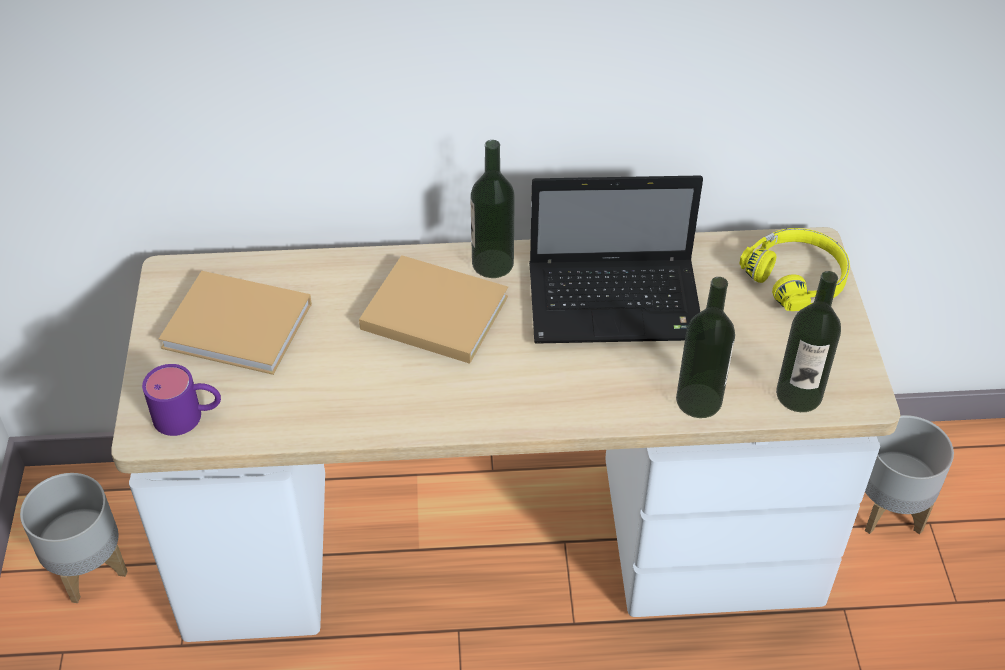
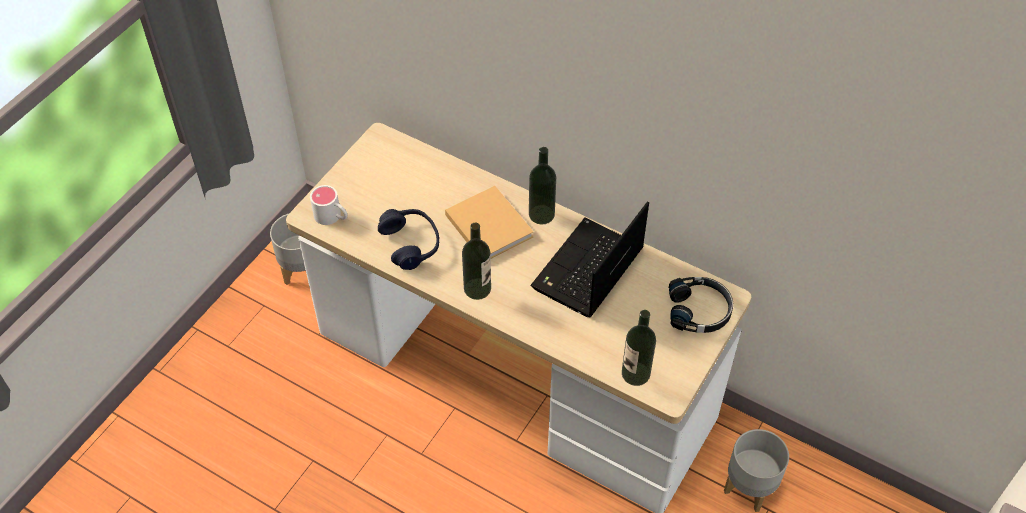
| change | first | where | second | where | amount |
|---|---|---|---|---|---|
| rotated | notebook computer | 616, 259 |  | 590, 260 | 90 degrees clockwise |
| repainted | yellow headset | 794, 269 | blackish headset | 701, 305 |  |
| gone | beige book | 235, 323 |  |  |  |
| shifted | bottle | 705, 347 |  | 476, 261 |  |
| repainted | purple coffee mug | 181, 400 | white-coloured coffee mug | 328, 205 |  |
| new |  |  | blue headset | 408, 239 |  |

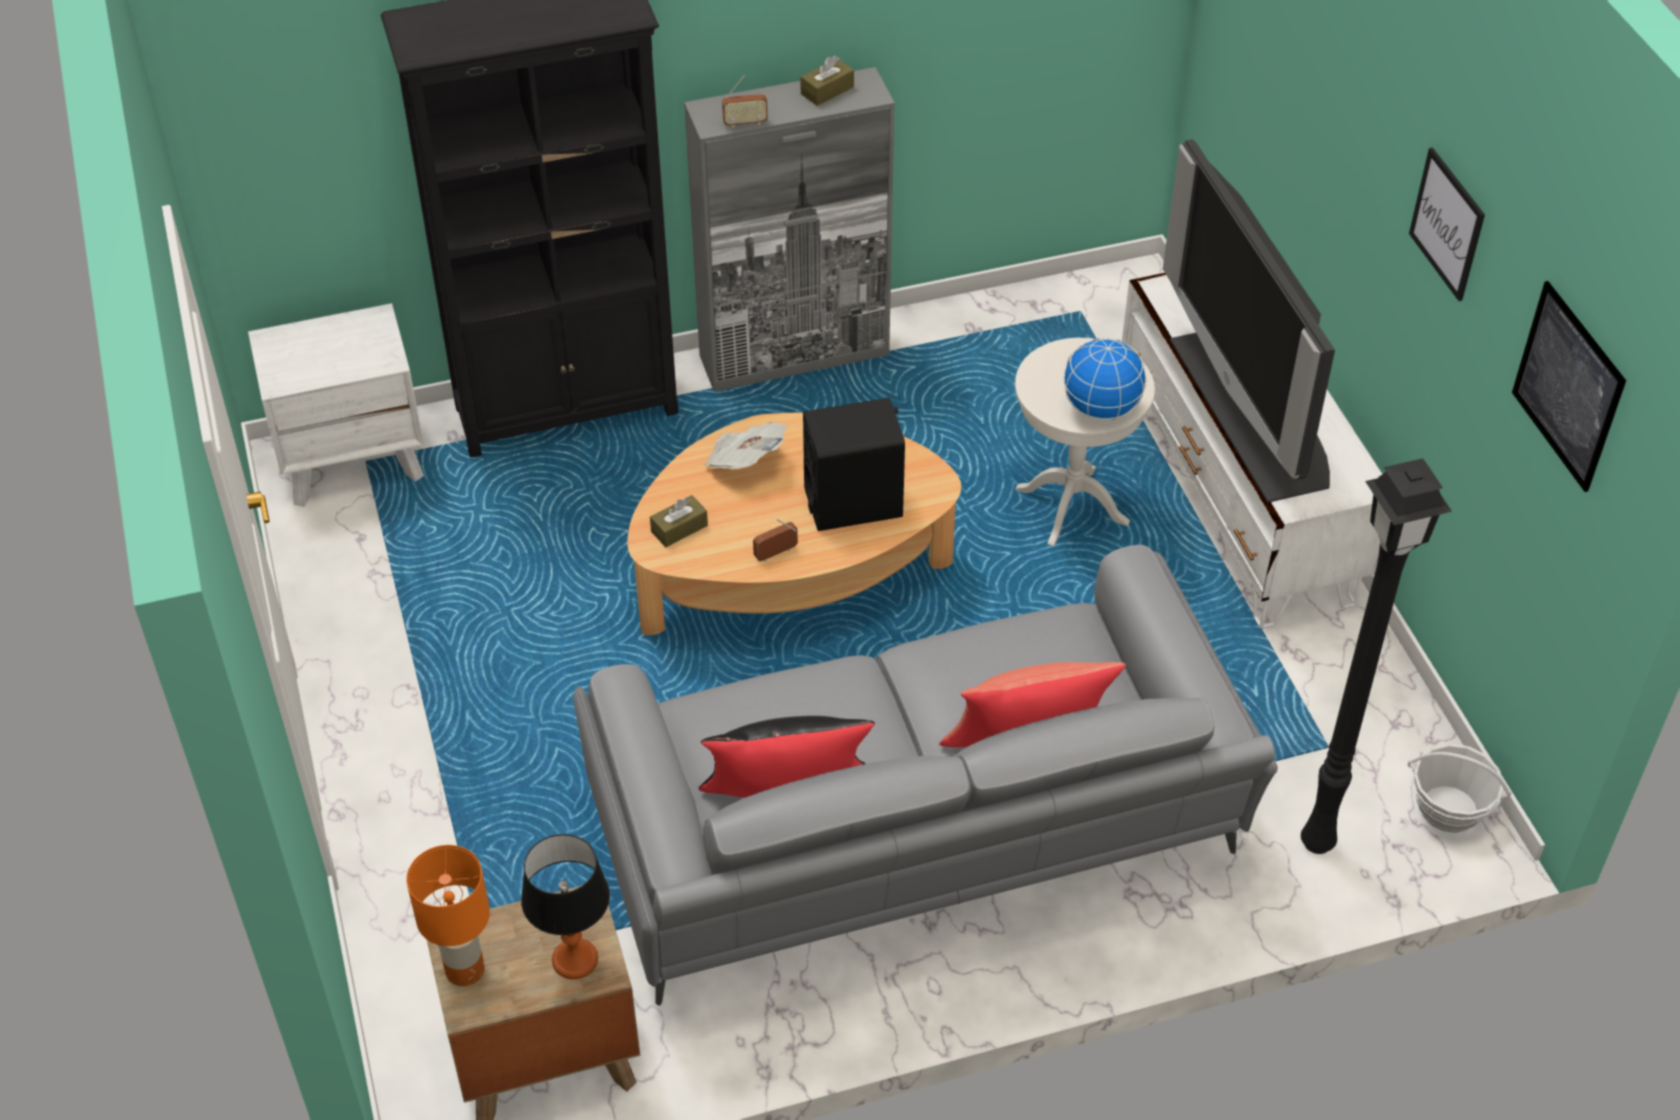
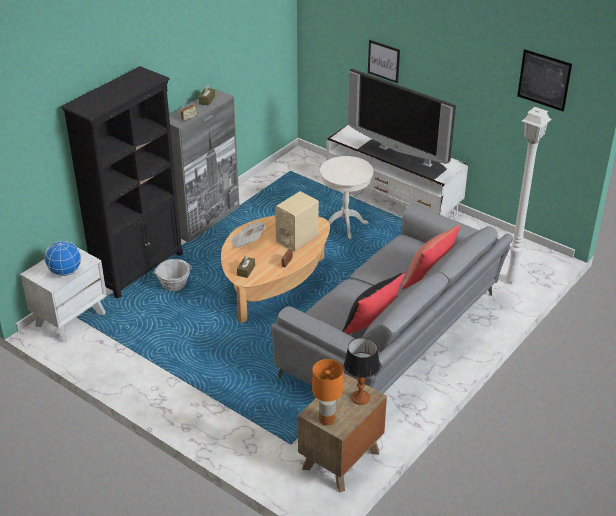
| change | first | where | second | where | amount |
|---|---|---|---|---|---|
| shifted | wall art | 1447, 224 |  | 384, 61 |  |
| shifted | world globe | 1105, 379 |  | 62, 258 |  |
| repainted | blackish speaker | 854, 464 | beige speaker | 297, 221 |  |
| repainted | blackish standing lamp | 1376, 656 | white-coloured standing lamp | 528, 196 |  |
| shifted | storage basket | 1459, 788 |  | 172, 275 |  |

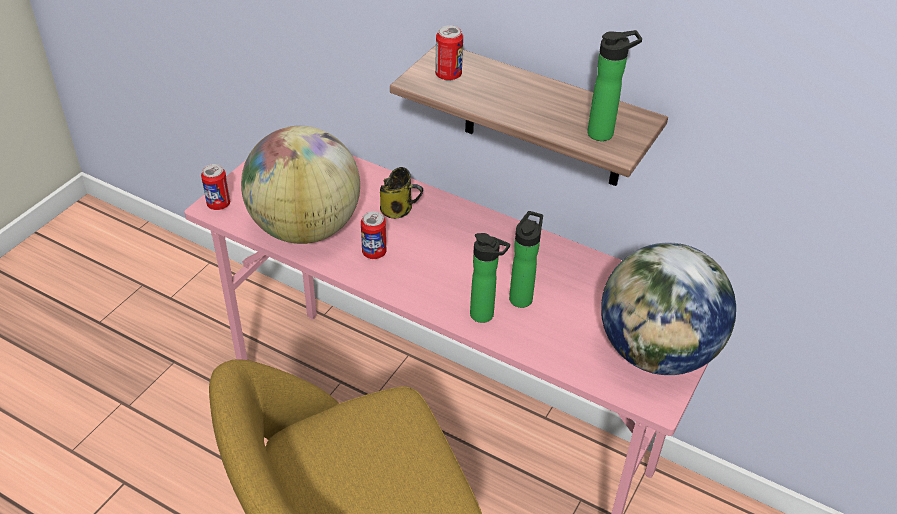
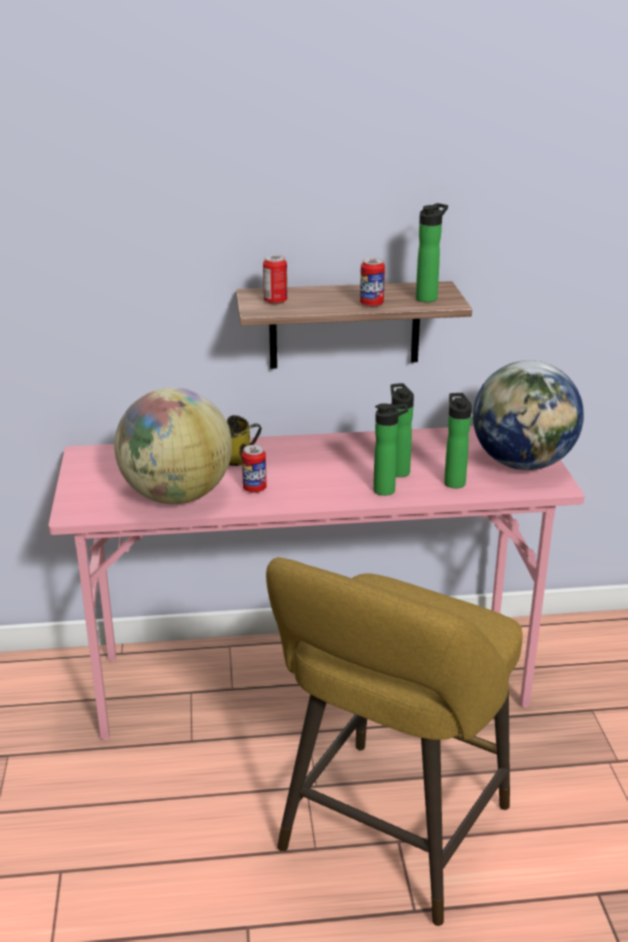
| change | first | where | second | where | amount |
|---|---|---|---|---|---|
| shifted | sealed can | 215, 187 |  | 372, 282 |  |
| new |  |  | bottle | 458, 440 |  |

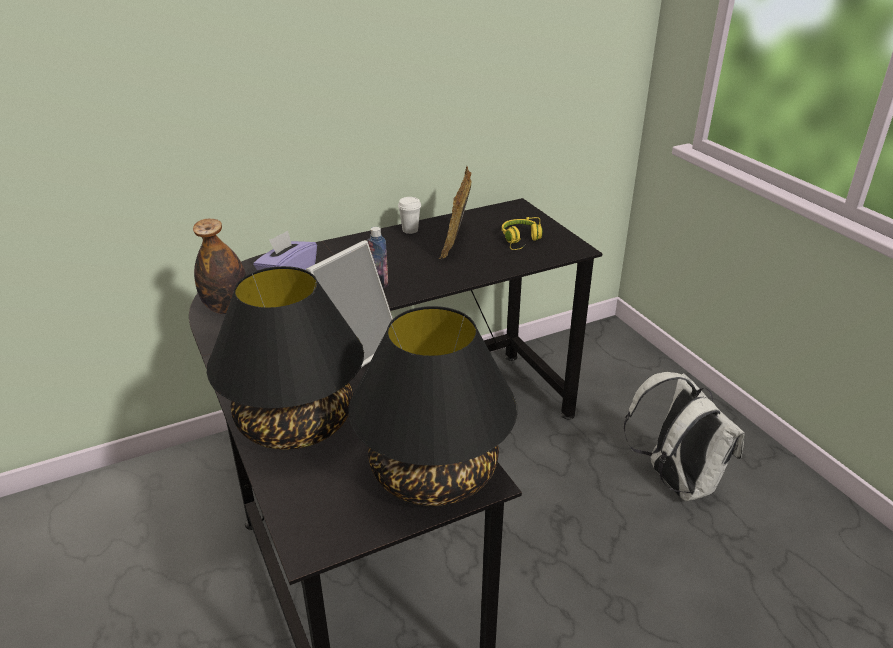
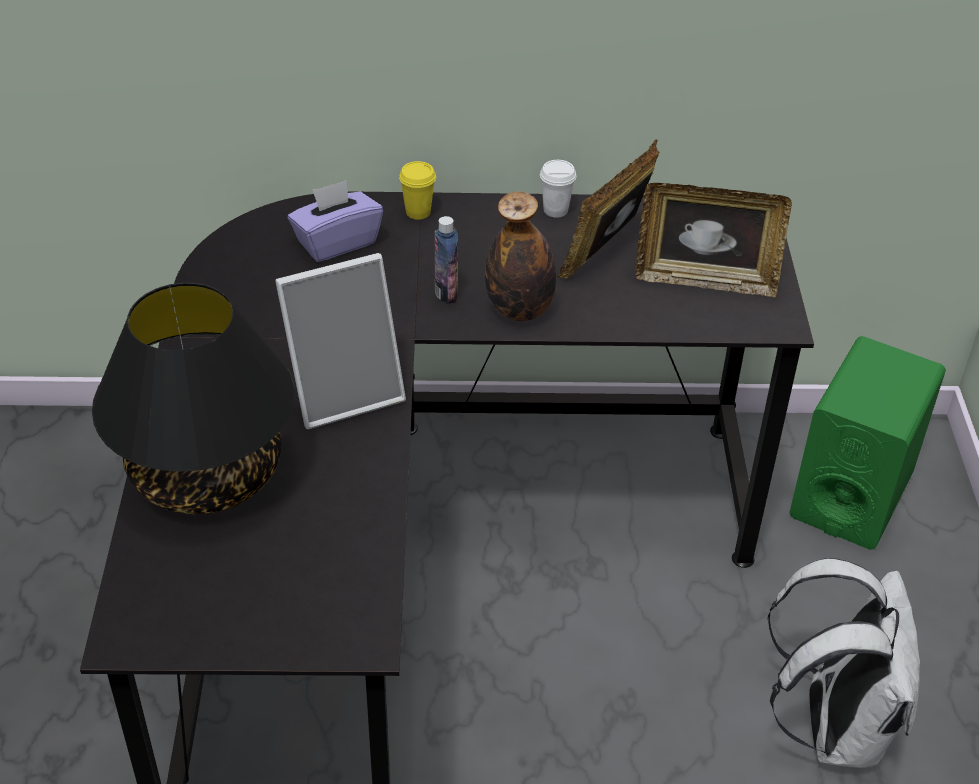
| change | first | where | second | where | amount |
|---|---|---|---|---|---|
| swapped | yellow headset | 522, 233 | standing frame | 713, 240 |  |
| shifted | bottle | 219, 266 |  | 520, 256 |  |
| gone | blackish tabletop lamp | 432, 406 |  |  |  |
| new |  |  | yellow drinking cup | 417, 190 |  |
| new |  |  | green-coloured speaker | 867, 442 |  |

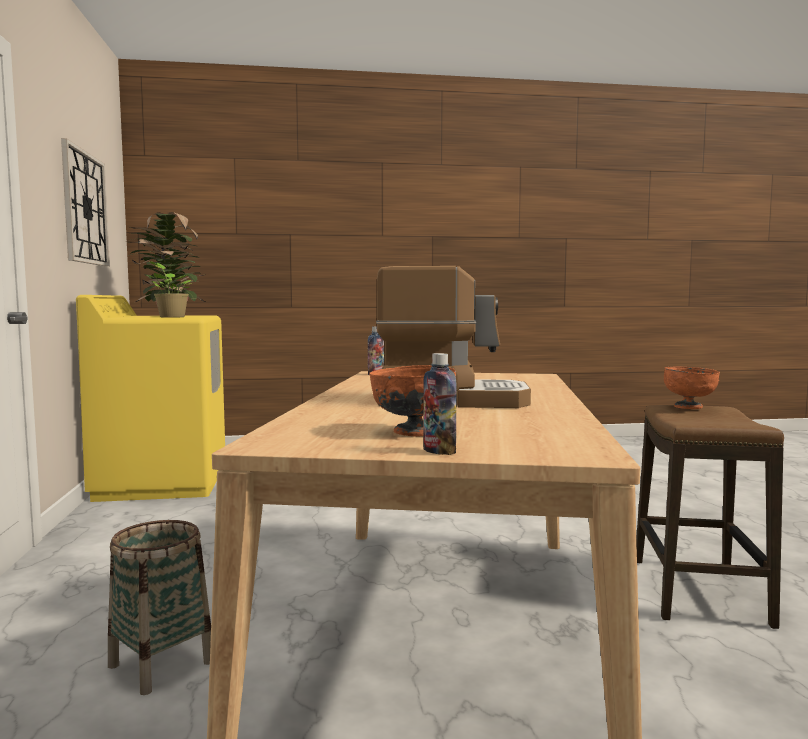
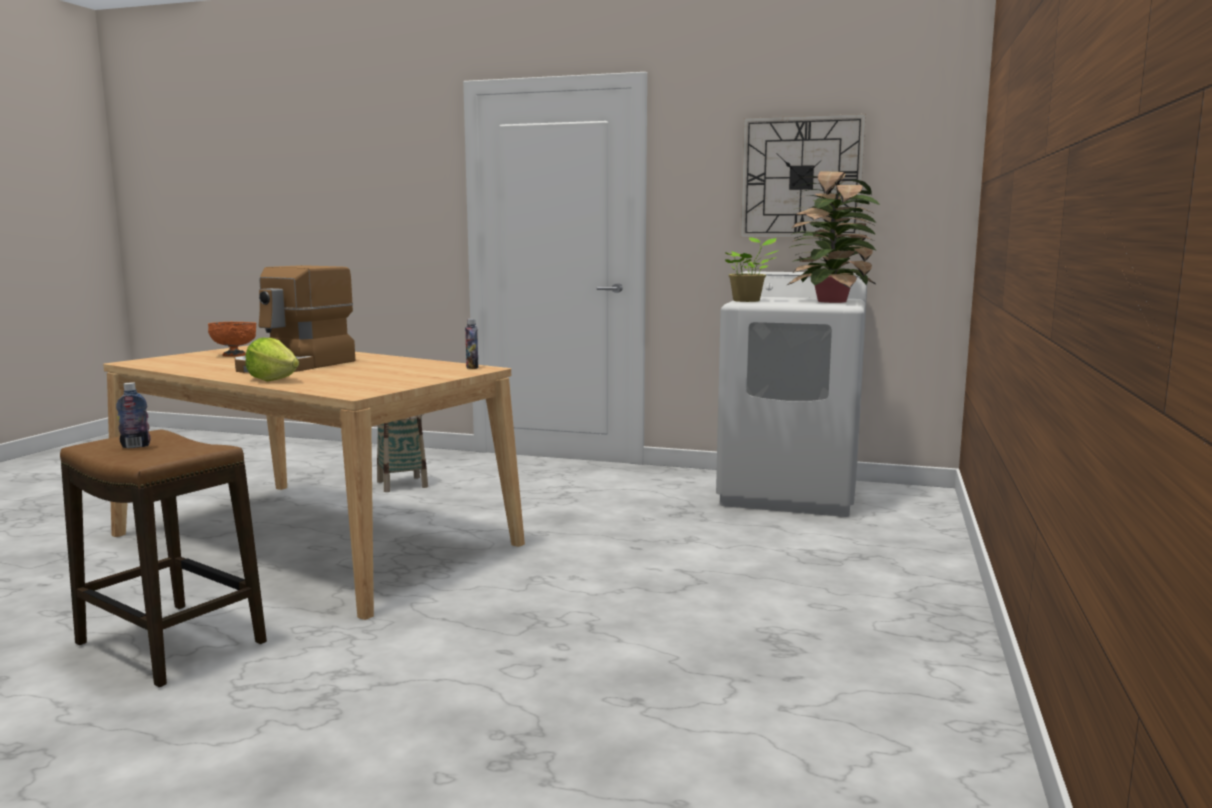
| change | first | where | second | where | amount |
|---|---|---|---|---|---|
| repainted | yellow washing machine | 150, 398 | white-coloured washing machine | 792, 394 |  |
| shifted | bottle | 440, 404 |  | 133, 415 |  |
| gone | orange serving bowl | 692, 387 |  |  |  |
| new |  |  | head of lettuce | 272, 359 |  |

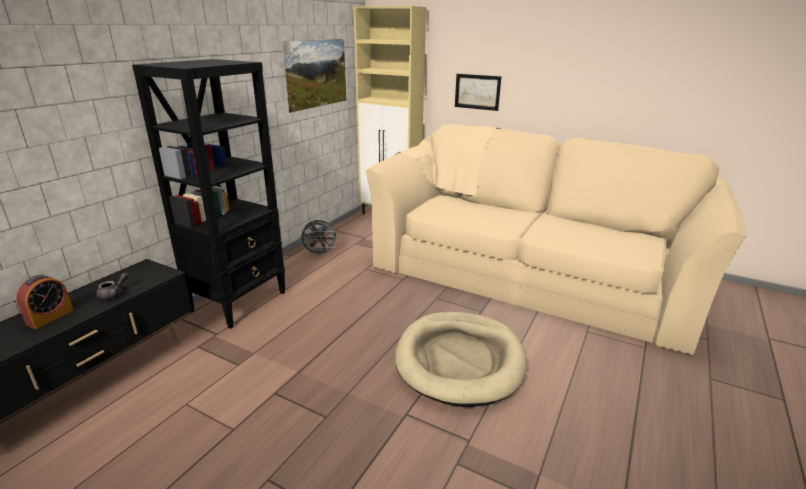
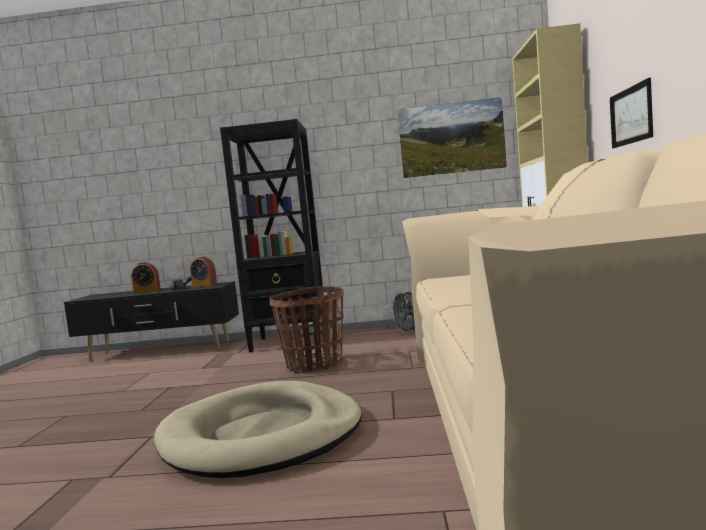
| change | first | where | second | where | amount |
|---|---|---|---|---|---|
| new |  |  | bedside clock | 203, 271 |  |
| new |  |  | storage basket | 306, 329 |  |

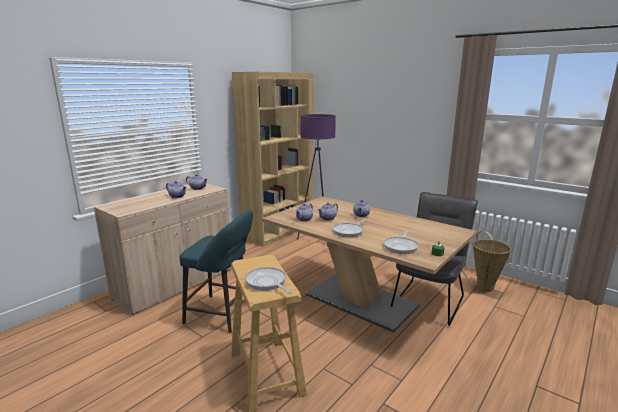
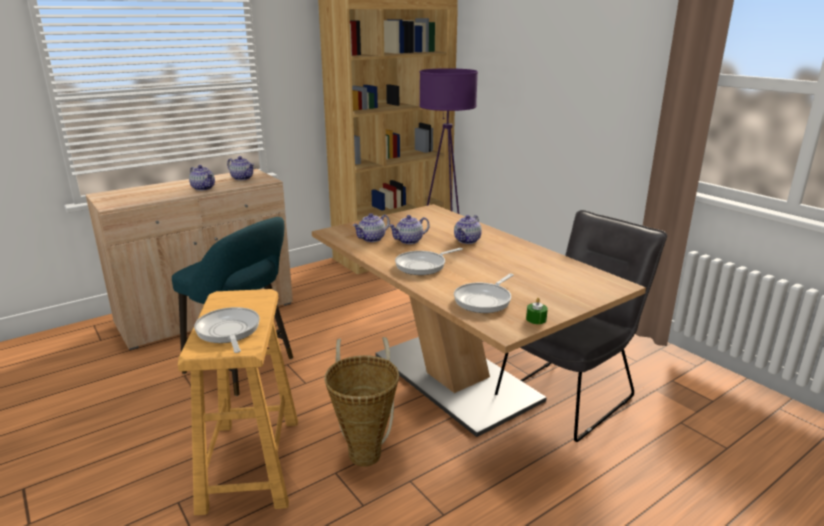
| change | first | where | second | where | amount |
|---|---|---|---|---|---|
| shifted | storage basket | 486, 261 |  | 362, 402 |  |

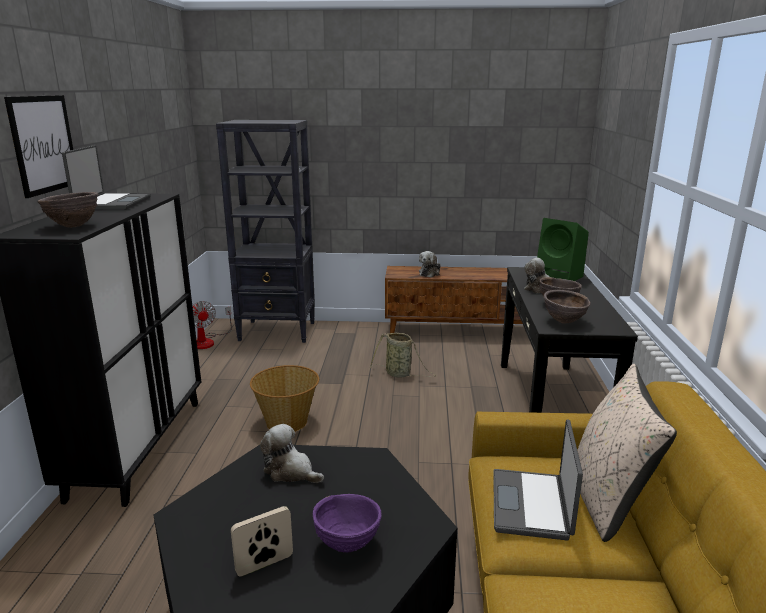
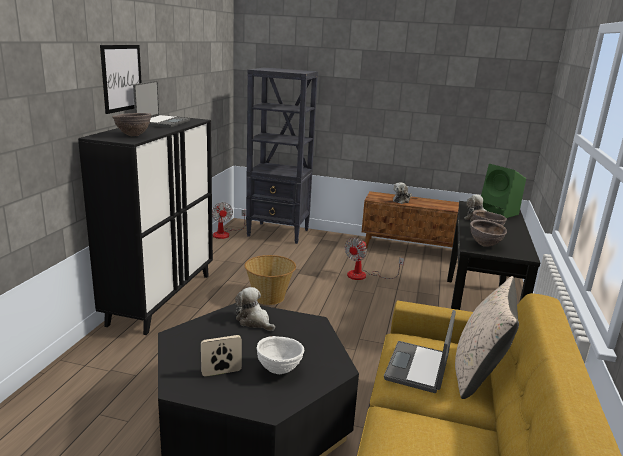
| change | first | where | second | where | amount |
|---|---|---|---|---|---|
| swapped | storage basket | 403, 355 | cooling fan | 374, 259 |  |
| repainted | purple serving bowl | 347, 523 | white-coloured serving bowl | 280, 355 |  |

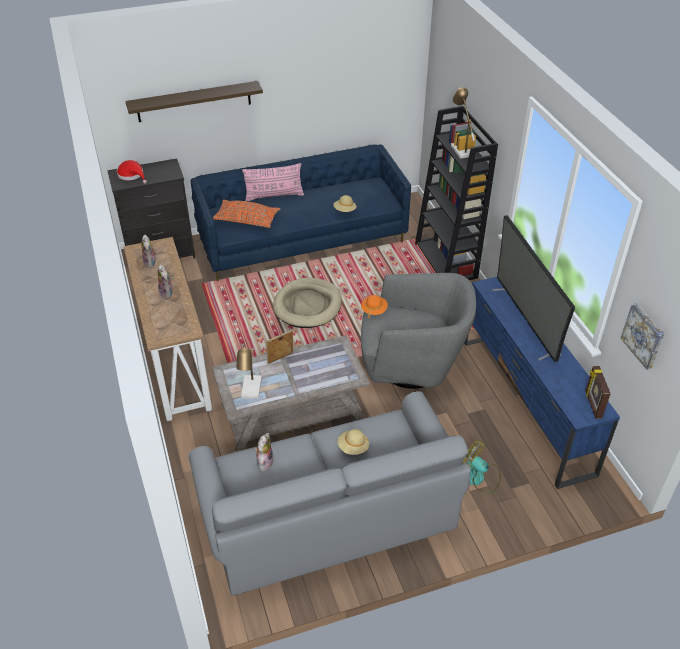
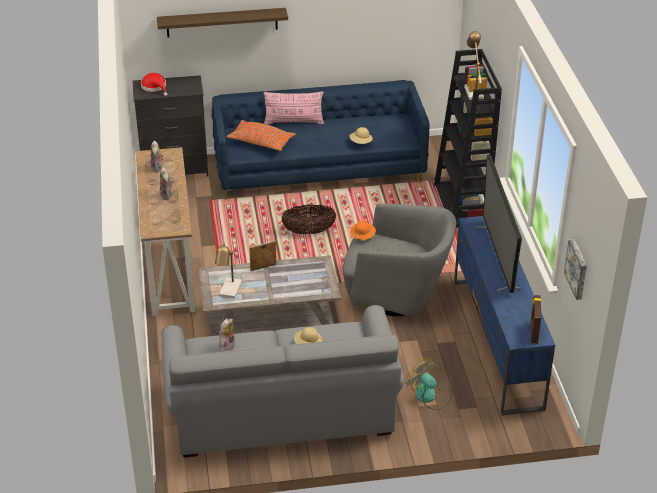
| change | first | where | second | where | amount |
|---|---|---|---|---|---|
| swapped | beige pet bed | 307, 303 | storage basket | 308, 219 |  |

